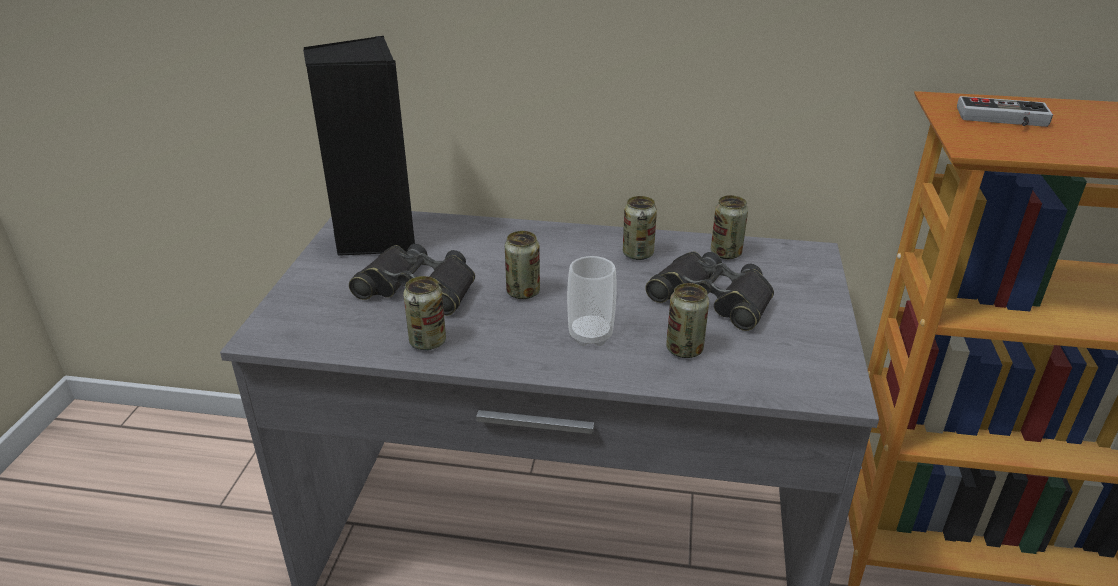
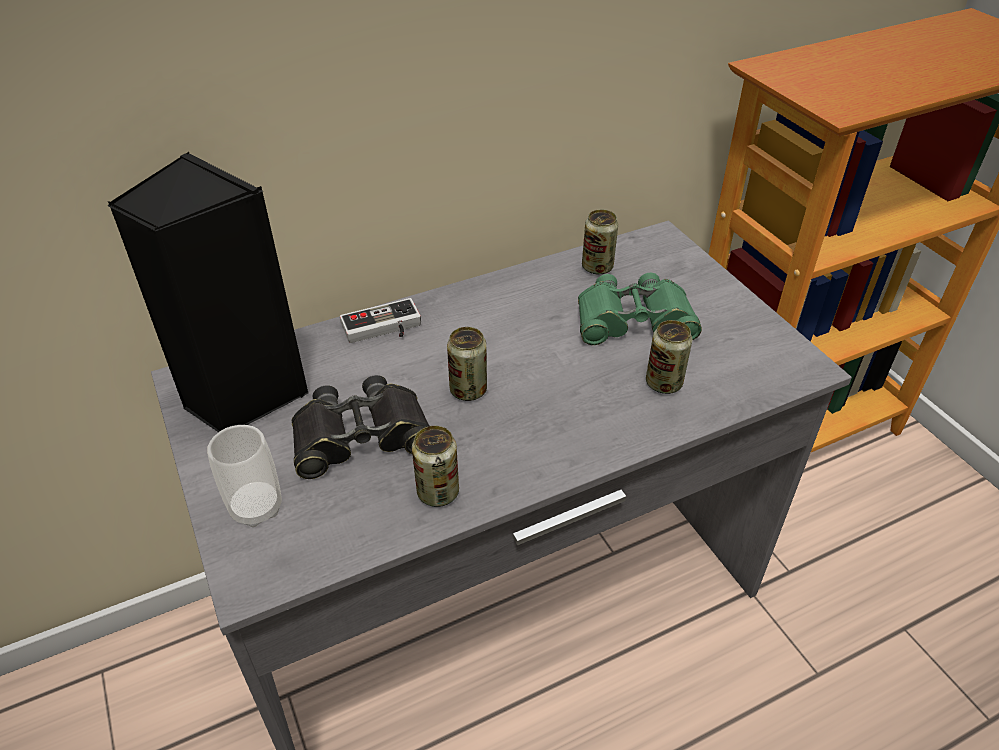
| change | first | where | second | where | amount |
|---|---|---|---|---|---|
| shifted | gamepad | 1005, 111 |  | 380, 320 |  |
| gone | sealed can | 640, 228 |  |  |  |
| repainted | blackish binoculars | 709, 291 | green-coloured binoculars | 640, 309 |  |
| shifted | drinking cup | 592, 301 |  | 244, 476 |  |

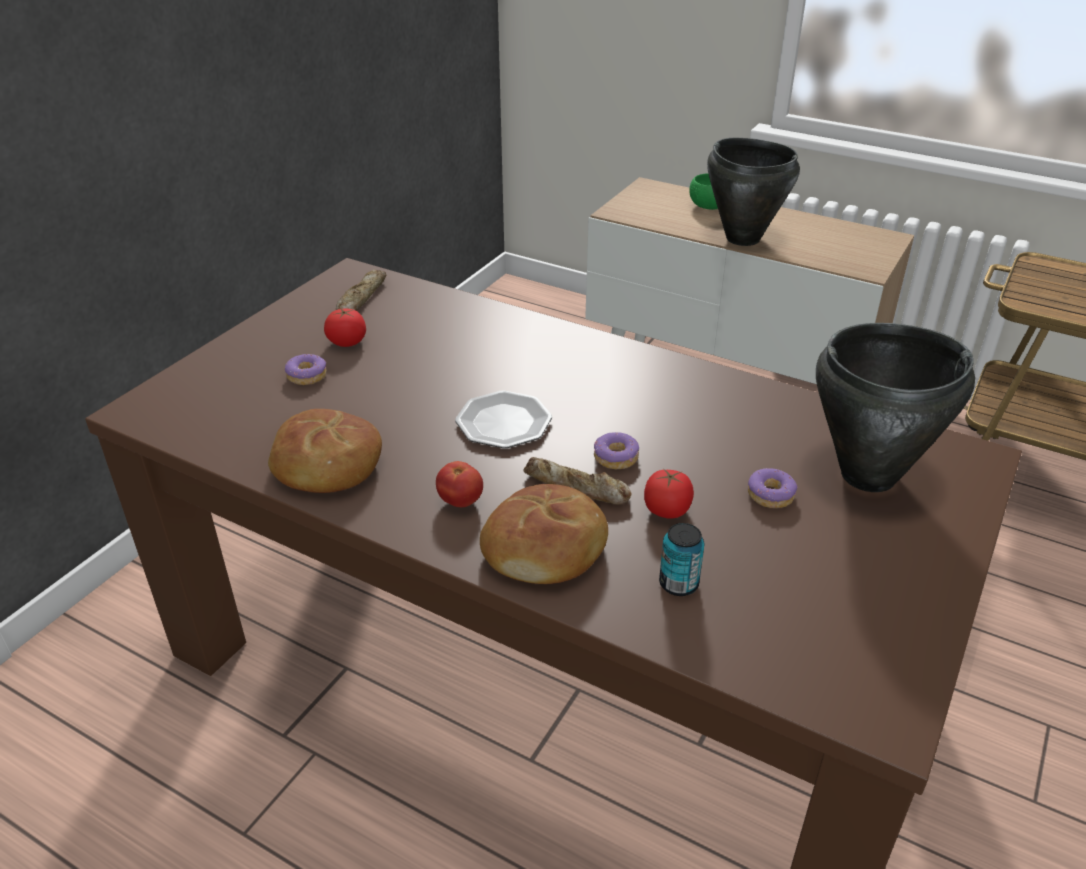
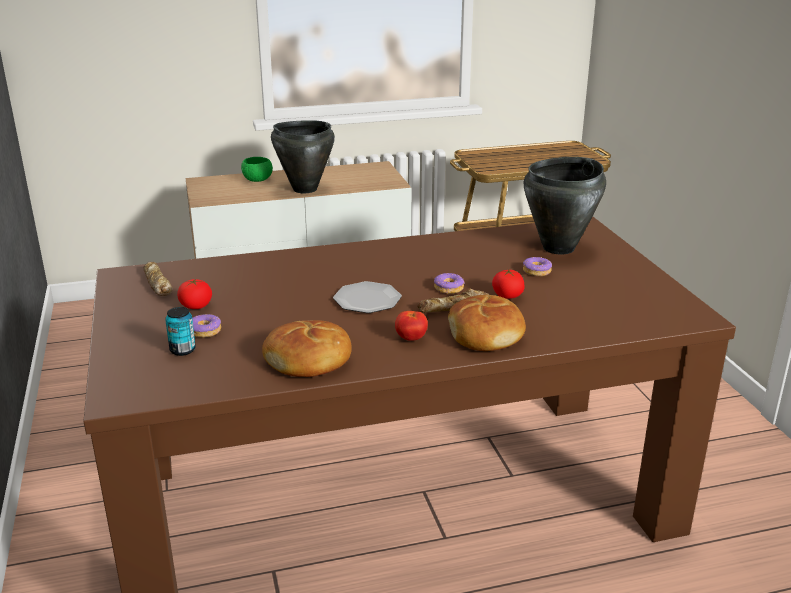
| change | first | where | second | where | amount |
|---|---|---|---|---|---|
| shifted | sealed can | 682, 559 |  | 180, 331 |  |

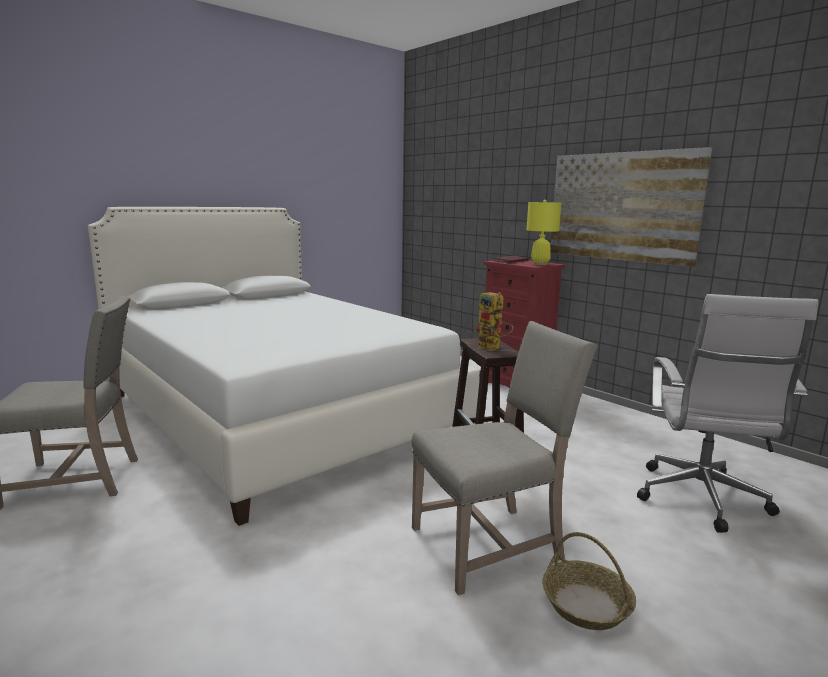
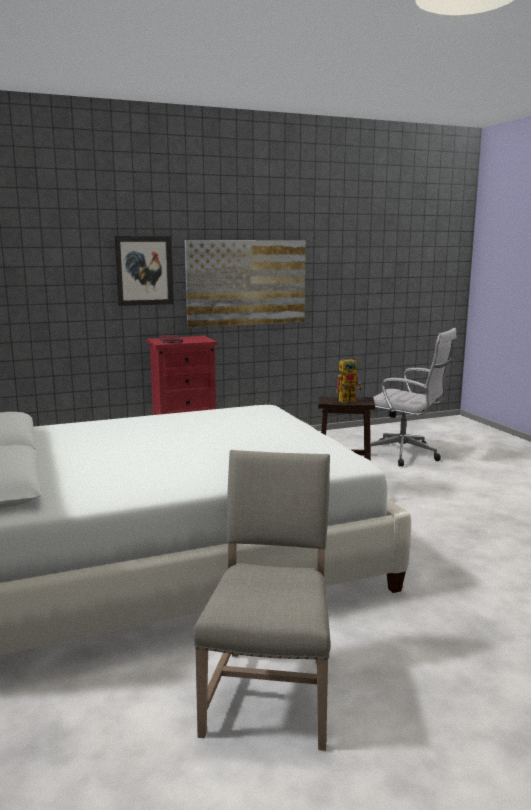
| change | first | where | second | where | amount |
|---|---|---|---|---|---|
| gone | yellow tabletop lamp | 544, 232 |  |  |  |
| gone | beige plain chair | 504, 458 |  |  |  |
| gone | storage basket | 589, 581 |  |  |  |
| new |  |  | wall art | 143, 271 |  |

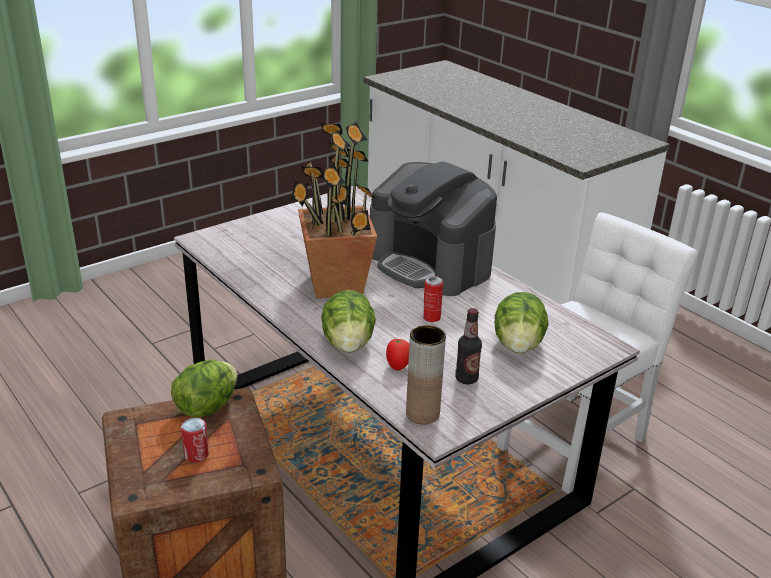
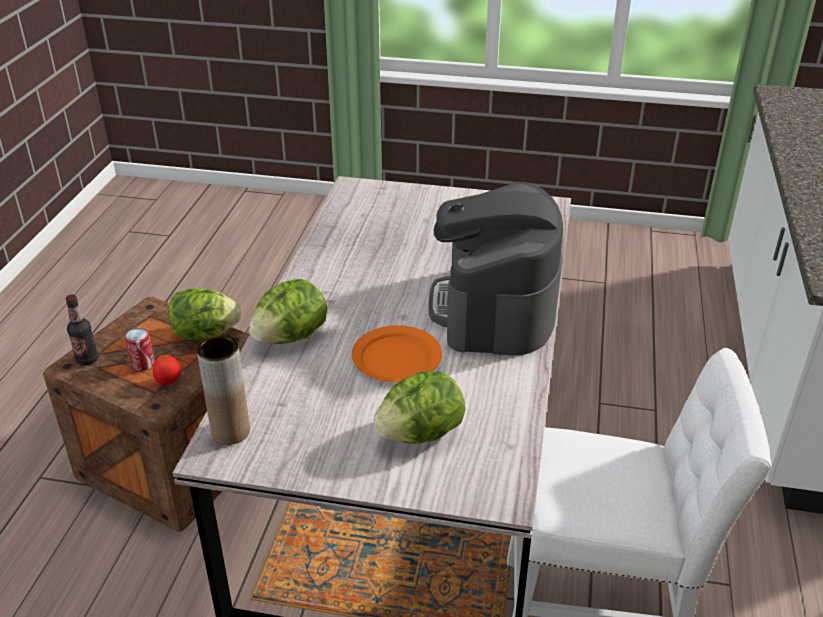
| change | first | where | second | where | amount |
|---|---|---|---|---|---|
| gone | potted plant | 334, 210 |  |  |  |
| swapped | sealed can | 433, 299 | orange dinner plate | 397, 353 |  |
| shifted | bottle | 468, 346 |  | 82, 329 |  |
| shifted | tomato | 397, 354 |  | 167, 369 |  |

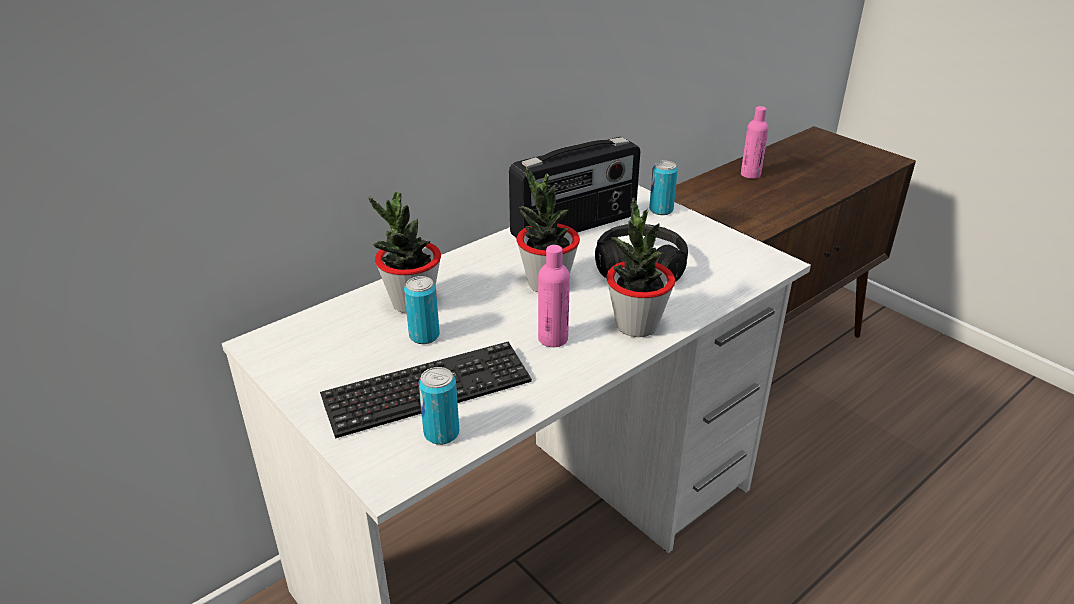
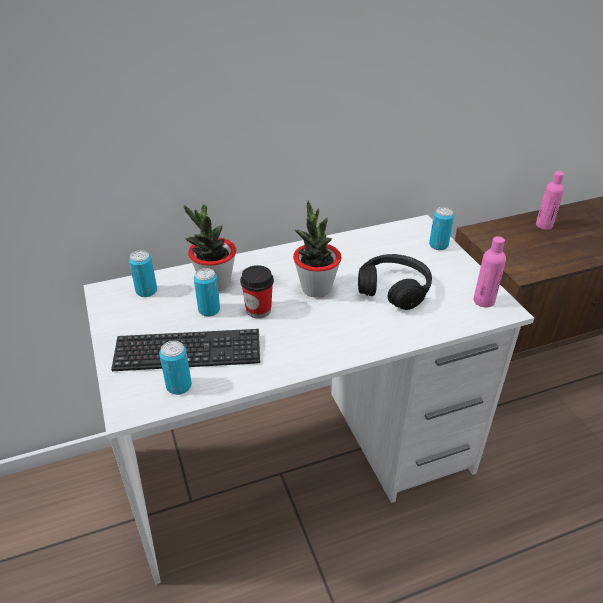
| change | first | where | second | where | amount |
|---|---|---|---|---|---|
| gone | radio | 575, 187 |  |  |  |
| gone | potted plant | 640, 267 |  |  |  |
| shifted | pink-coloured bottle | 554, 296 |  | 489, 272 |  |
| new |  |  | sealed can | 143, 273 |  |
| new |  |  | drinking cup | 257, 291 |  |

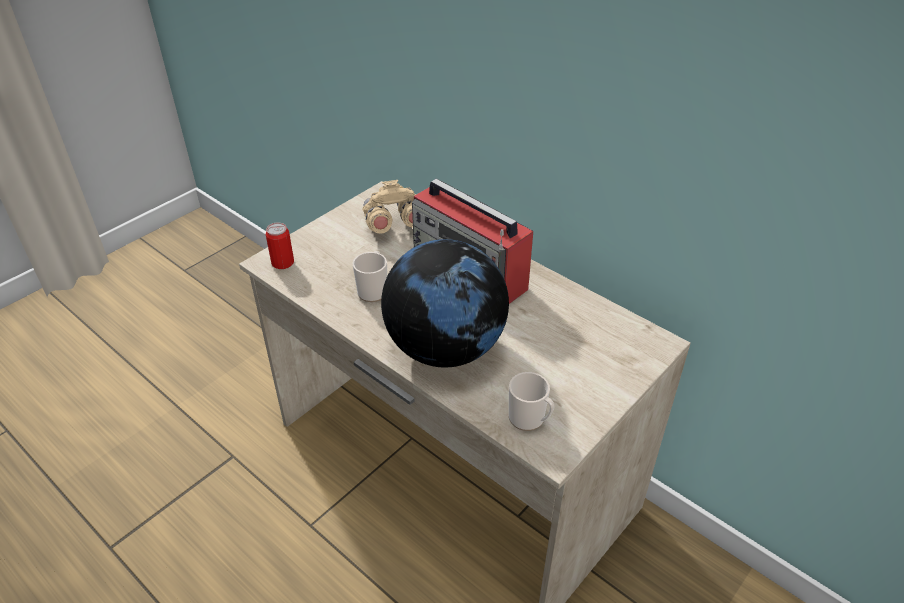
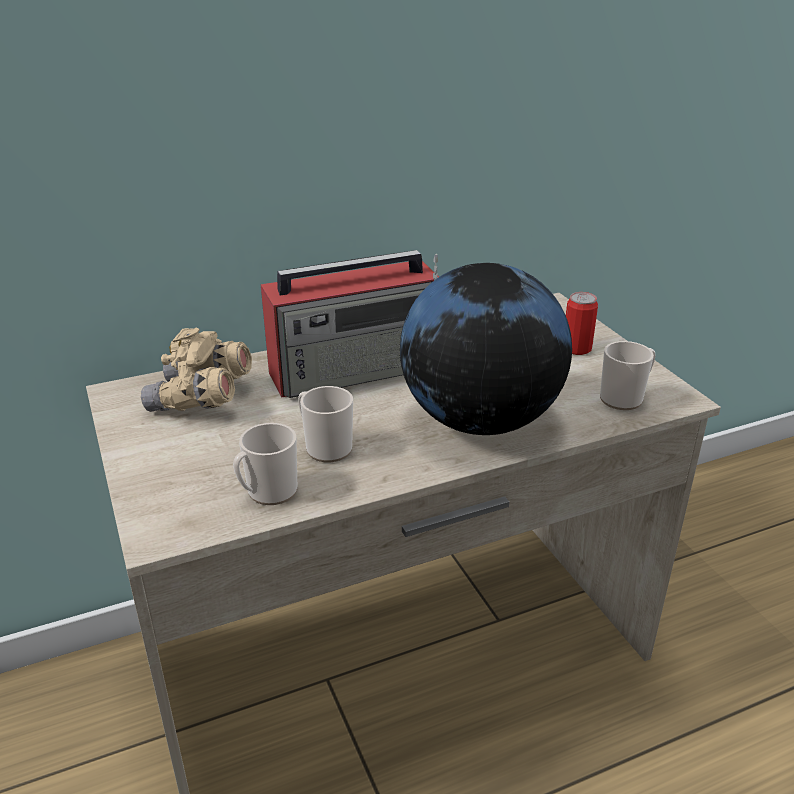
| change | first | where | second | where | amount |
|---|---|---|---|---|---|
| shifted | sealed can | 280, 246 |  | 582, 323 |  |
| new |  |  | coffee mug | 265, 464 |  |

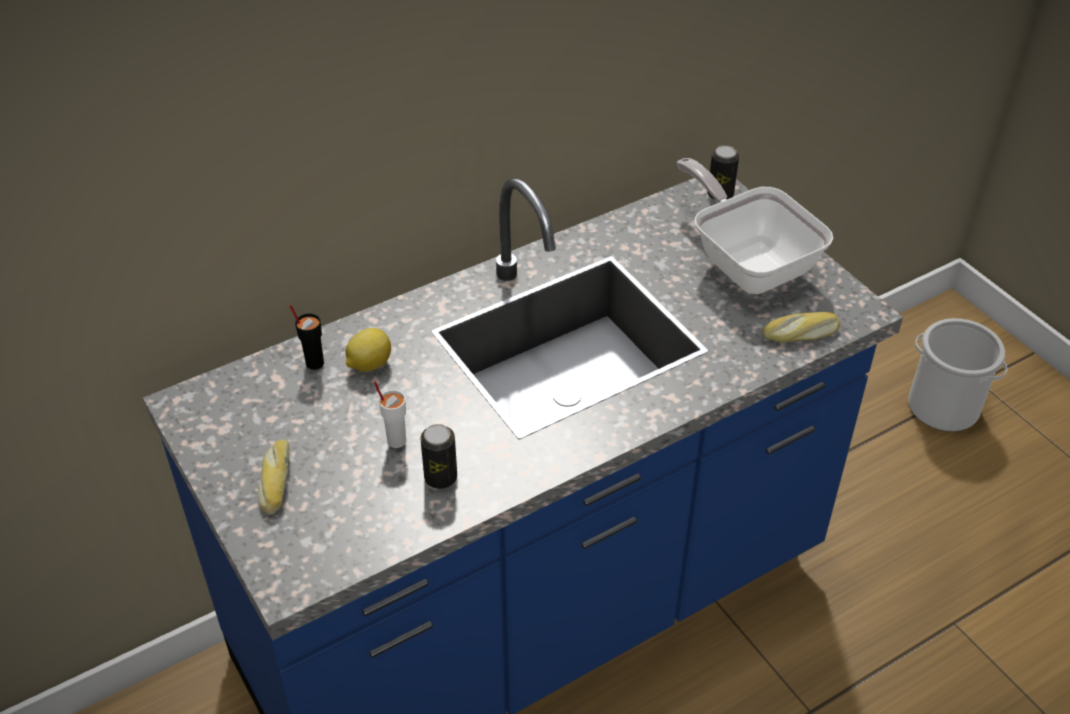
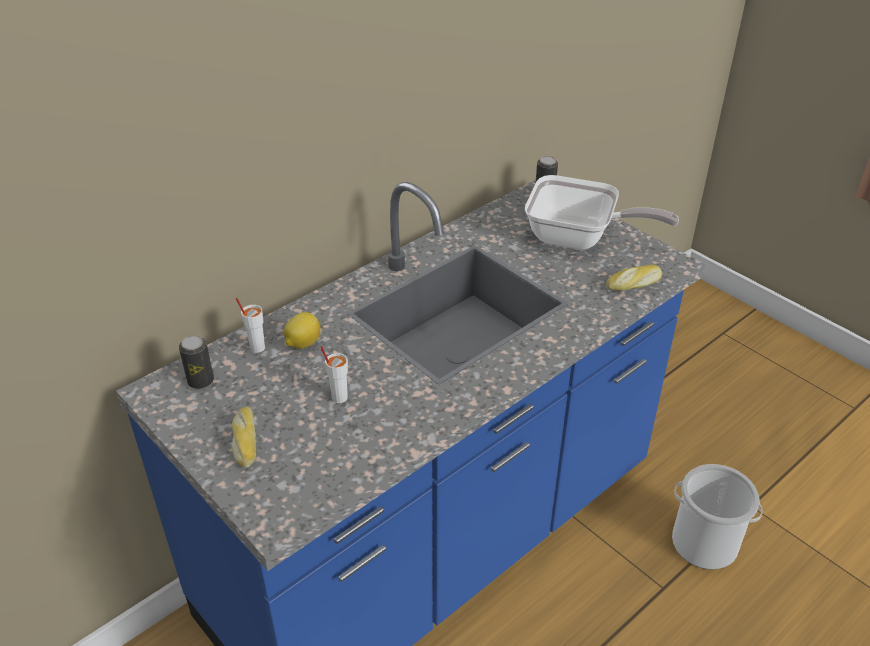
| change | first | where | second | where | amount |
|---|---|---|---|---|---|
| rotated | skillet | 755, 226 |  | 602, 212 | 150 degrees clockwise |
| repainted | blackish drinking cup | 306, 337 | white-coloured drinking cup | 250, 325 |  |
| shifted | water bucket | 958, 375 |  | 717, 517 |  |
| shifted | sealed can | 438, 456 |  | 196, 362 |  |

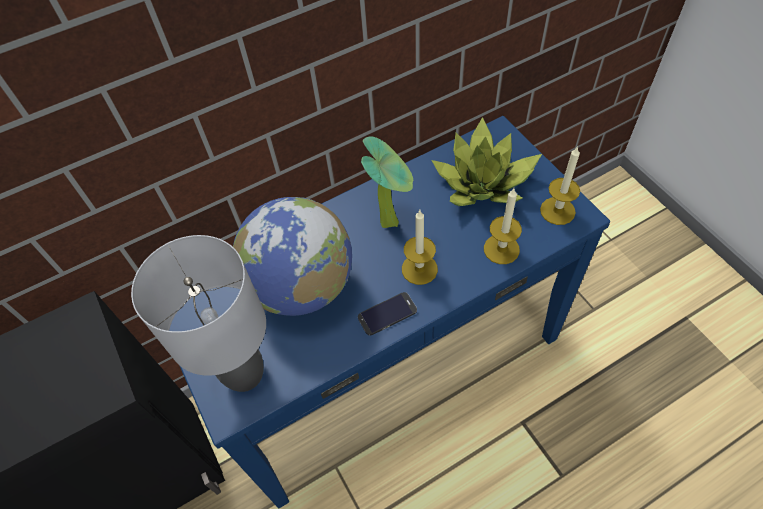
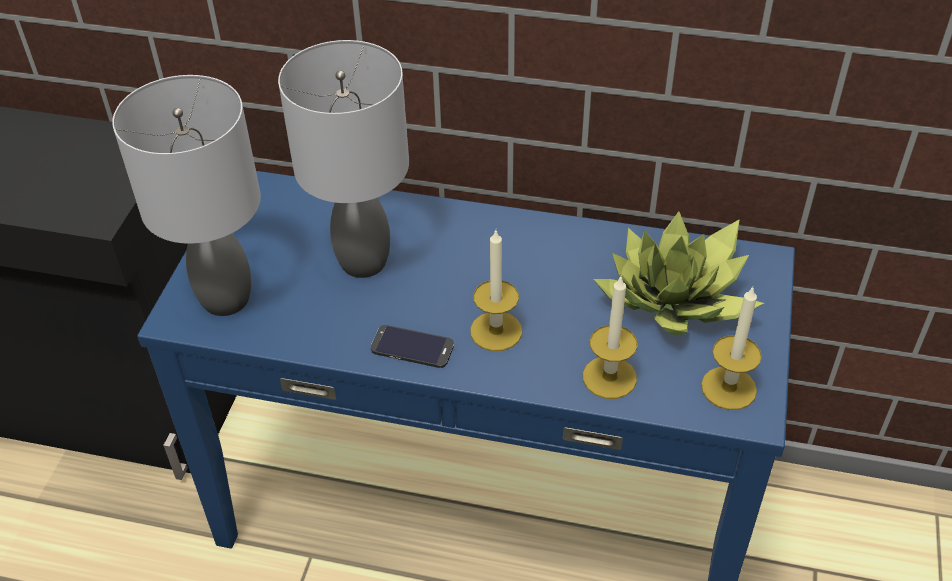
| change | first | where | second | where | amount |
|---|---|---|---|---|---|
| gone | potted plant | 387, 182 |  |  |  |
| swapped | world globe | 292, 256 | grey tabletop lamp | 343, 159 |  |

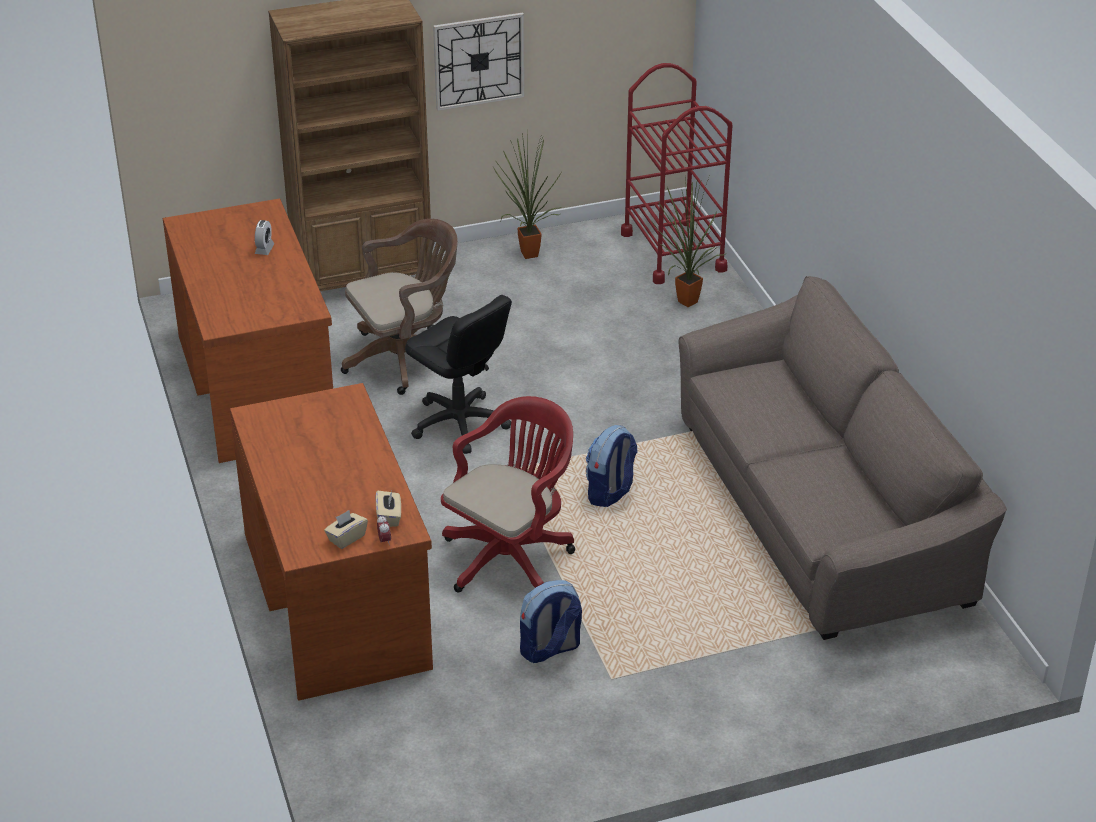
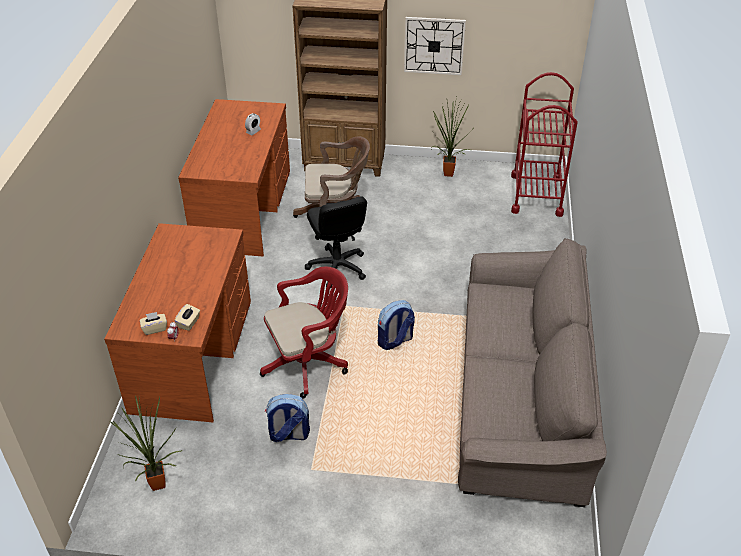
| change | first | where | second | where | amount |
|---|---|---|---|---|---|
| shifted | potted plant | 689, 241 |  | 146, 443 |  |

